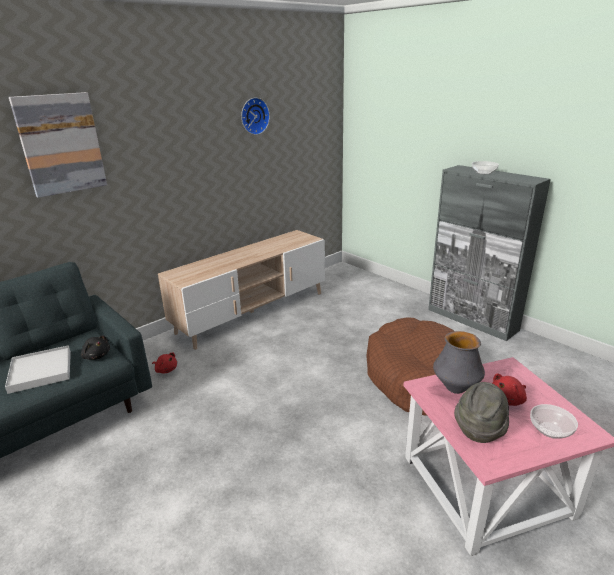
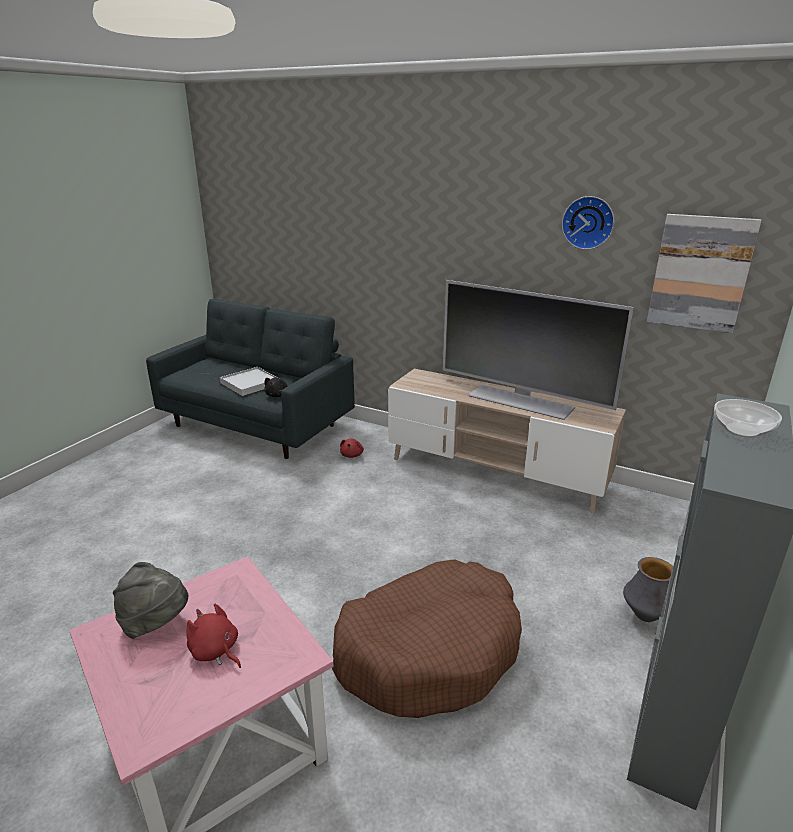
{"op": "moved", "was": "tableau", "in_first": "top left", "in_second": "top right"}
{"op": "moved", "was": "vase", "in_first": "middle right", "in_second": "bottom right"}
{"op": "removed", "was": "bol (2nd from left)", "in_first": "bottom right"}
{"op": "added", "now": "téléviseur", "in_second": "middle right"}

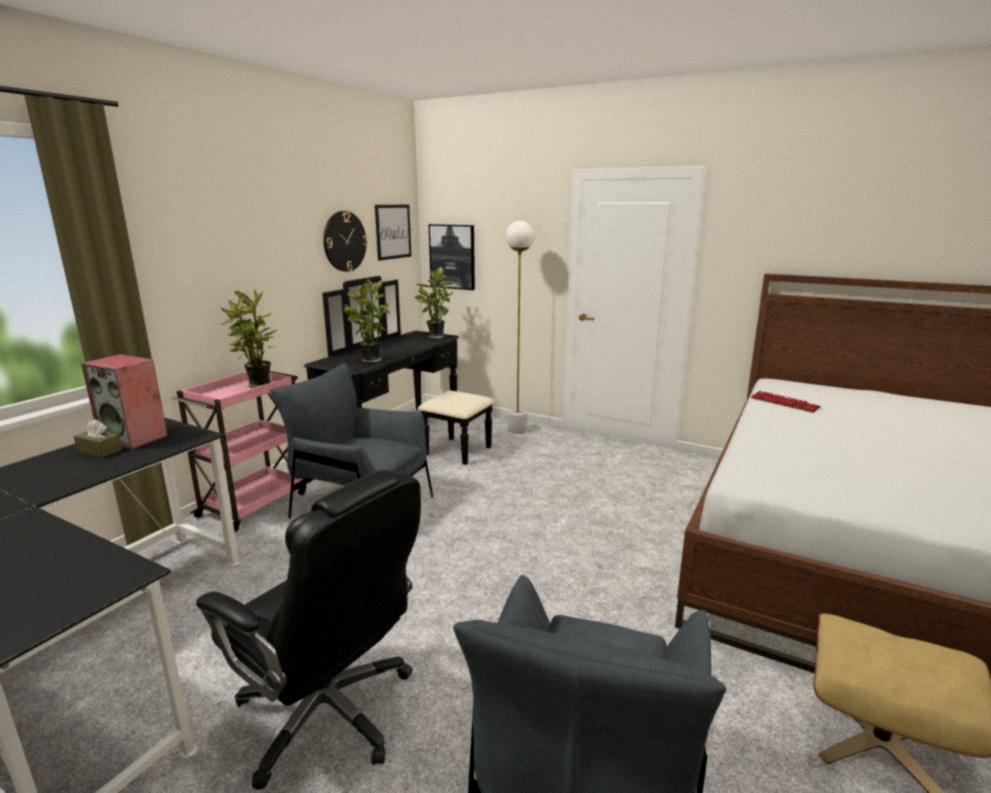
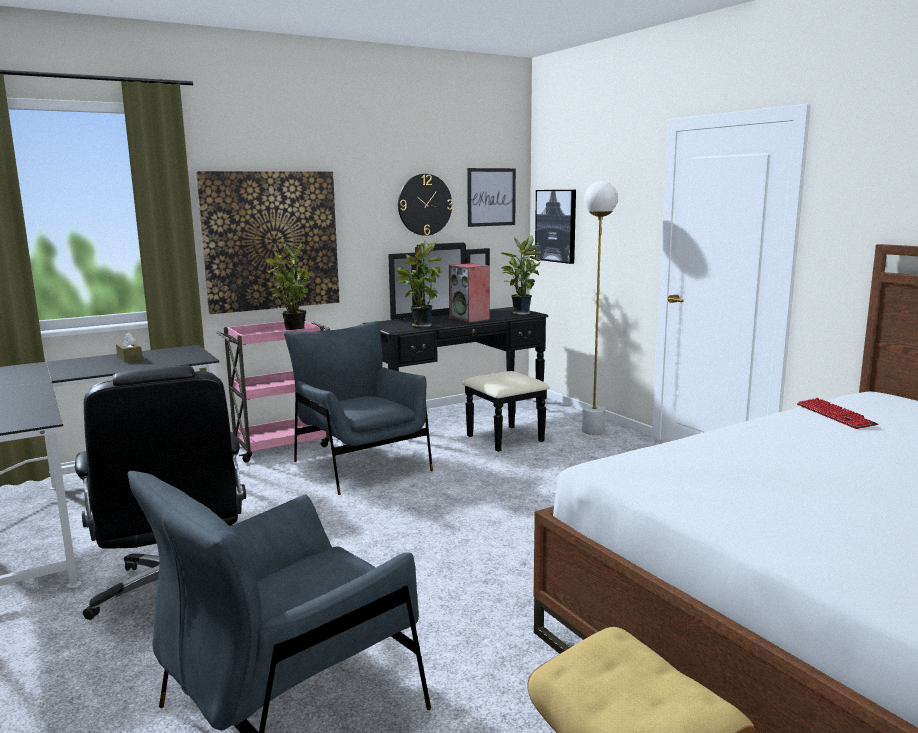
{"op": "moved", "was": "enceinte", "in_first": "middle left", "in_second": "centre"}
{"op": "added", "now": "tableau (1st from left)", "in_second": "top left"}

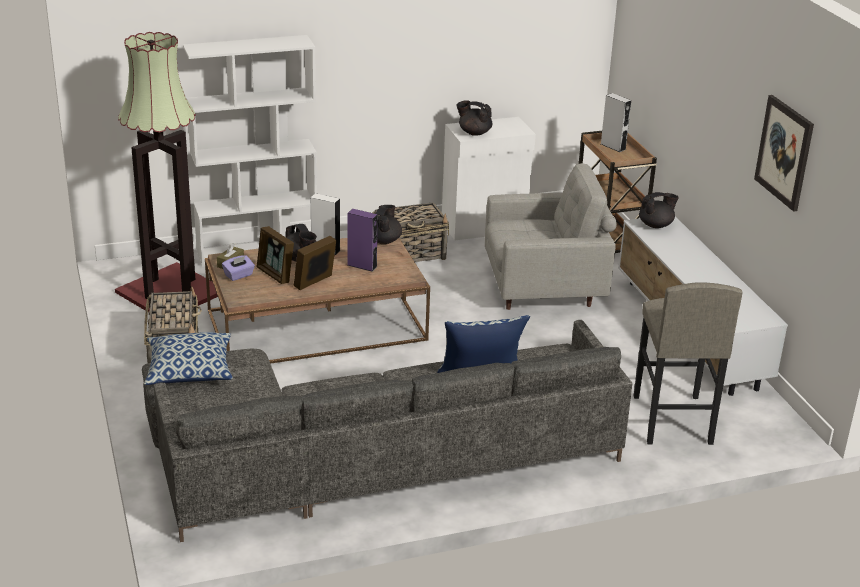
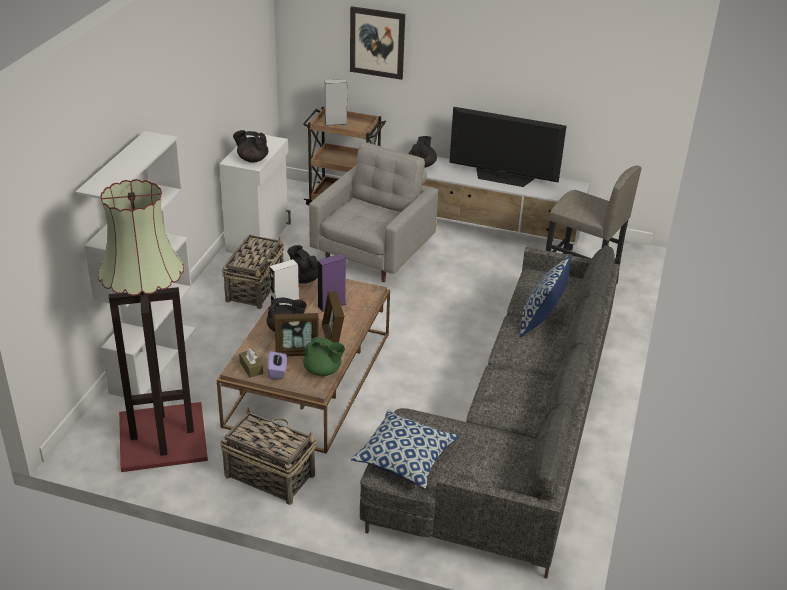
{"op": "turned", "was": "théière (noir) (3rd from left in the first image)", "in_first": "top centre", "in_second": "top left", "clockwise": 45}
{"op": "moved", "was": "tableau", "in_first": "top right", "in_second": "top centre"}
{"op": "added", "now": "théière (vert)", "in_second": "centre"}
{"op": "added", "now": "téléviseur", "in_second": "top centre"}

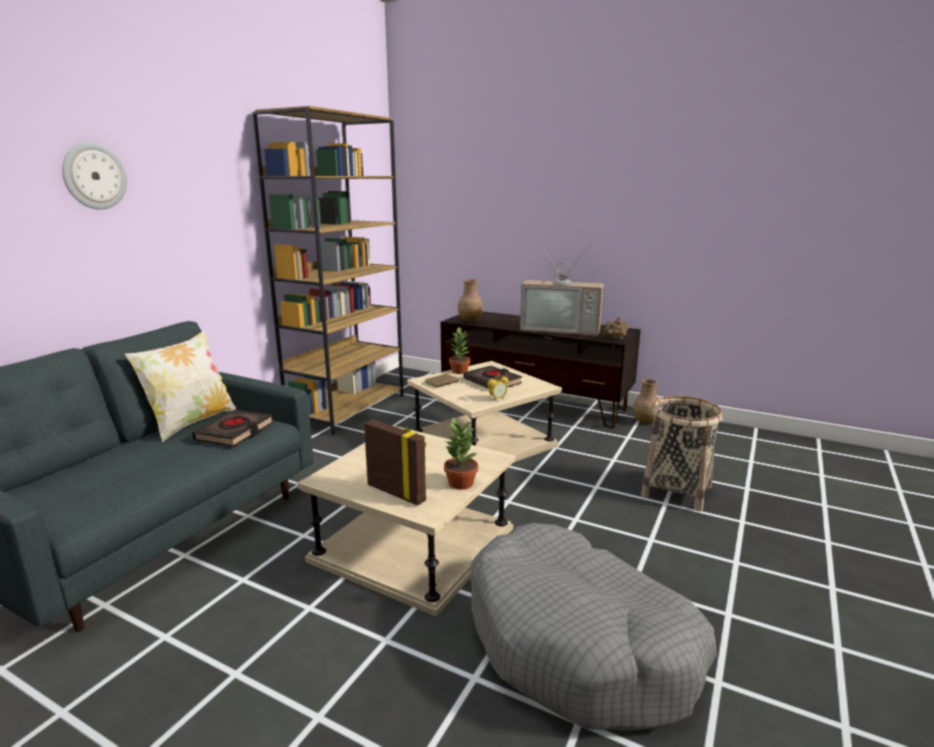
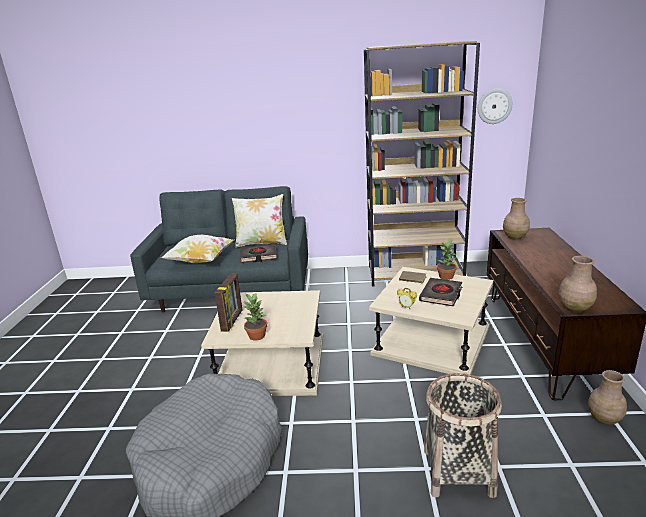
{"op": "moved", "was": "horloge murale", "in_first": "top left", "in_second": "top right"}
{"op": "removed", "was": "téléviseur", "in_first": "centre"}
{"op": "replaced", "was": "théière (marron)", "now": "vase (marron) (2nd from left)", "in_first": "centre", "in_second": "middle right"}
{"op": "added", "now": "coussin (1st from left)", "in_second": "middle left"}

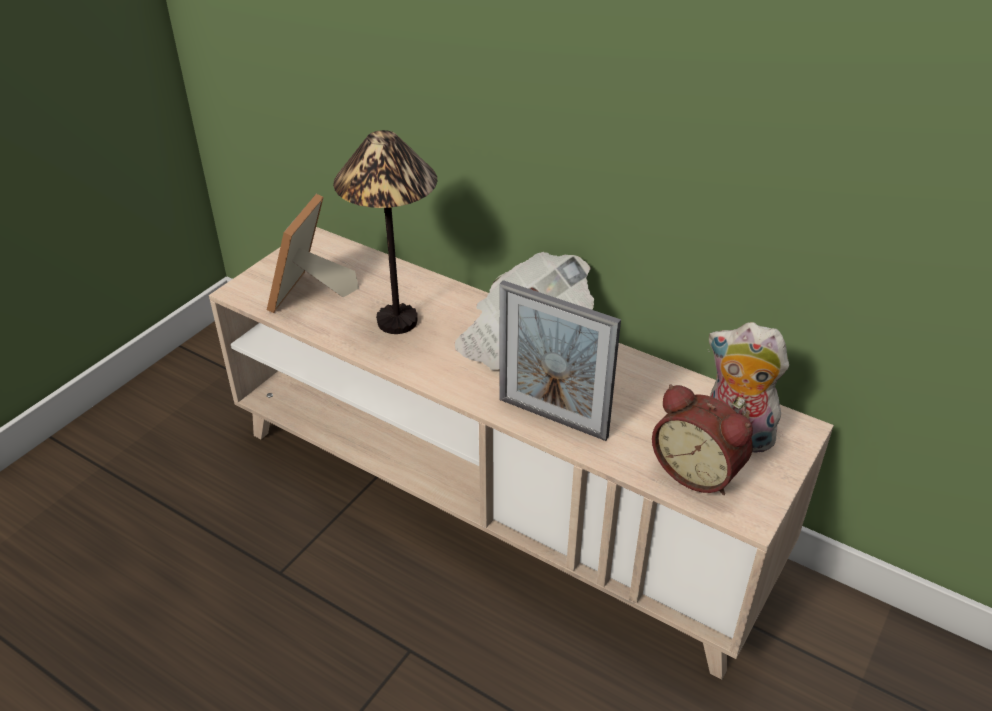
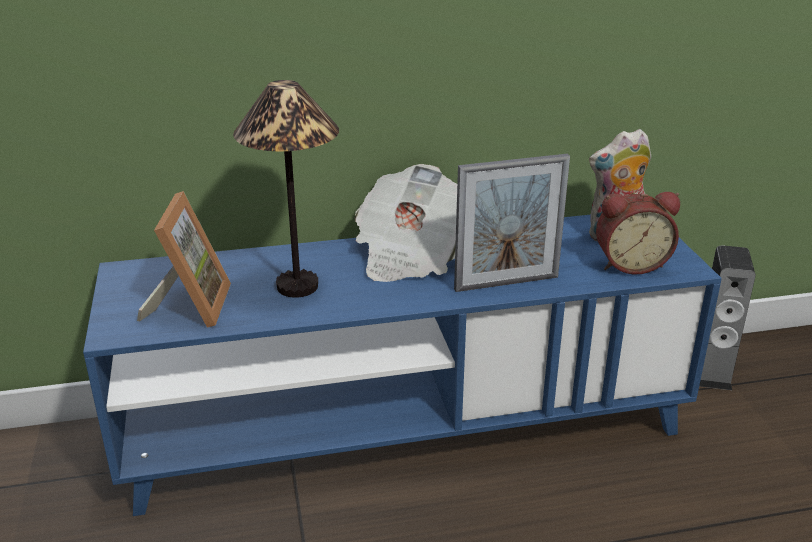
{"op": "recoloured", "was": "meuble télé (beige)", "now": "meuble télé (bleu)", "in_first": "centre", "in_second": "bottom centre"}
{"op": "turned", "was": "cadre photo (1st from left)", "in_first": "middle left", "in_second": "middle left", "clockwise": -150}
{"op": "added", "now": "enceinte", "in_second": "middle right"}

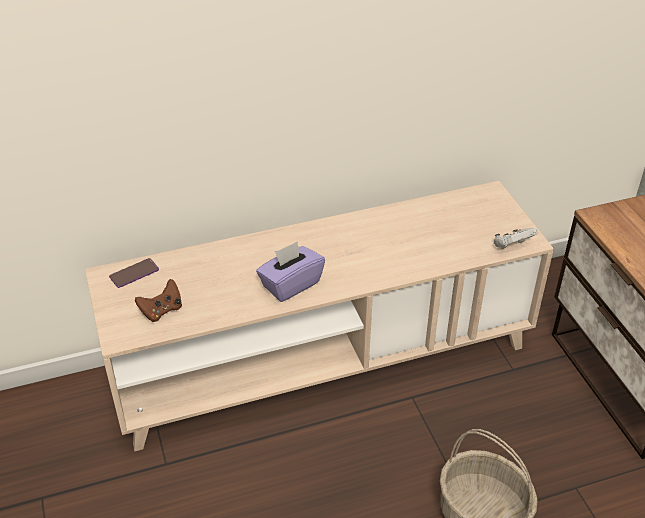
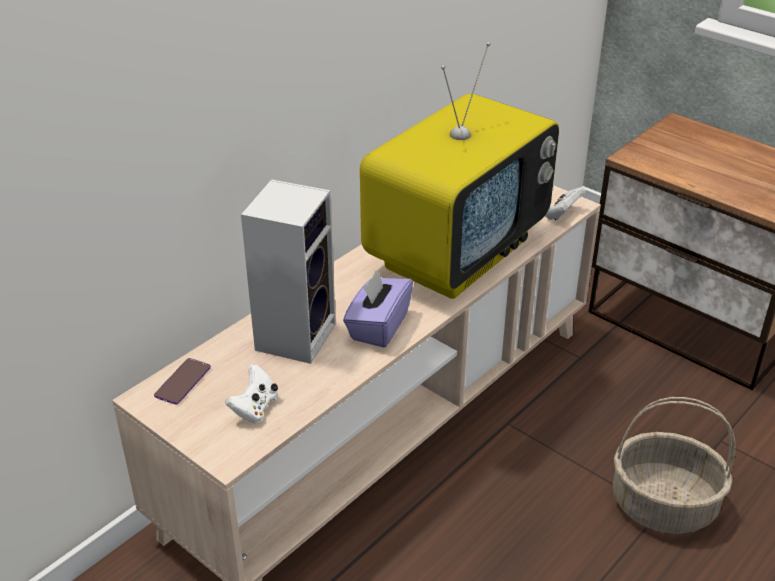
{"op": "recoloured", "was": "manette (marron)", "now": "manette (blanc) (1st from left)", "in_first": "middle left", "in_second": "bottom left"}
{"op": "added", "now": "enceinte", "in_second": "centre"}
{"op": "added", "now": "téléviseur", "in_second": "top centre"}

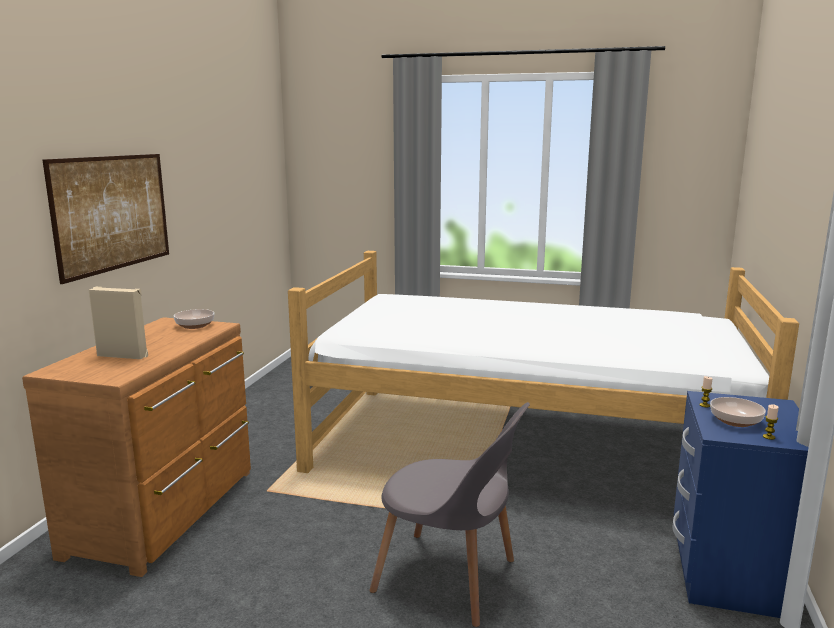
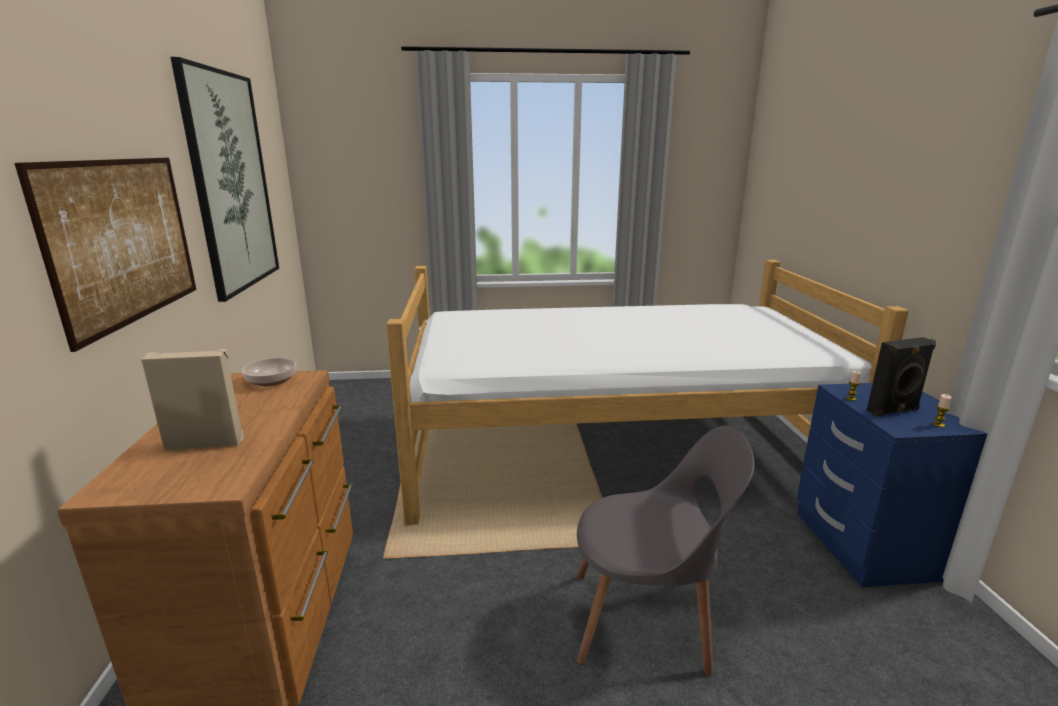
{"op": "replaced", "was": "bol (2nd from left)", "now": "enceinte (noir)", "in_first": "middle right", "in_second": "middle right"}
{"op": "added", "now": "tableau (2nd from left)", "in_second": "top left"}

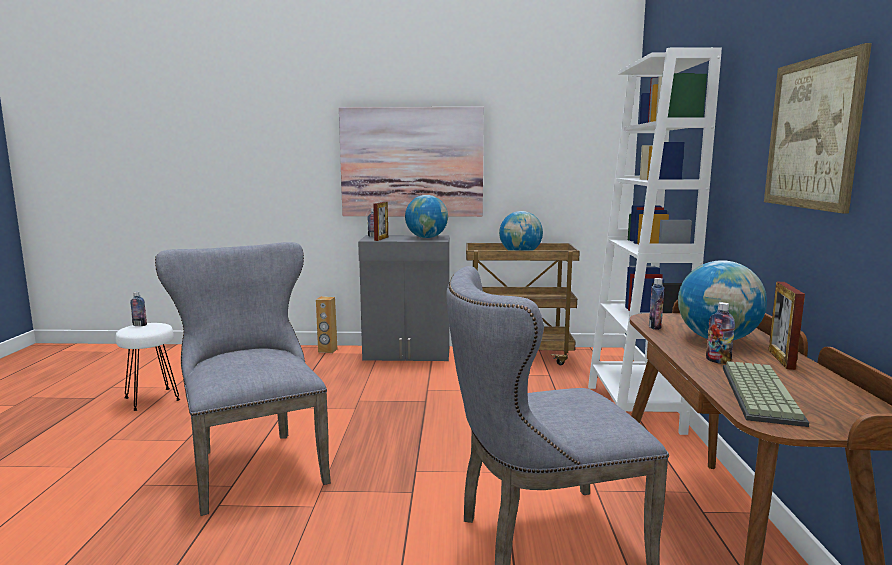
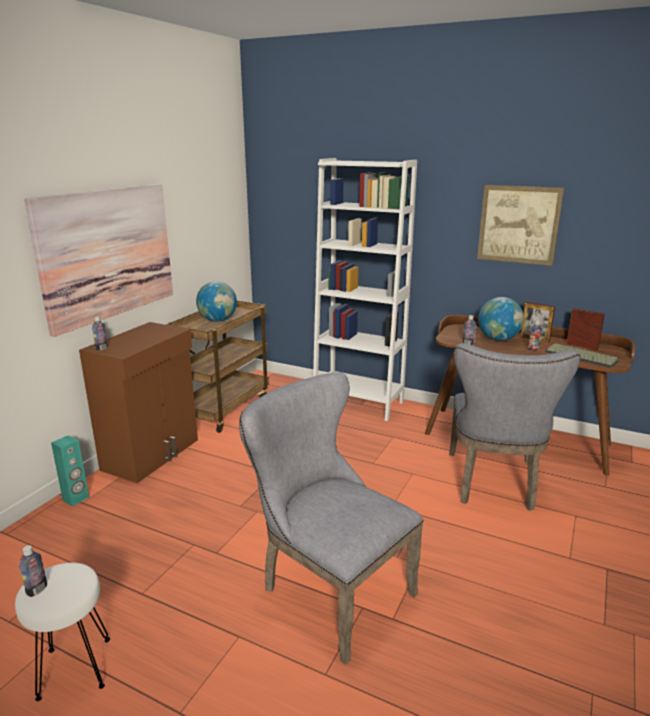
{"op": "turned", "was": "chaise (gris) (1st from left)", "in_first": "bottom left", "in_second": "bottom centre", "clockwise": 45}
{"op": "recoloured", "was": "enceinte (marron)", "now": "enceinte (turquoise)", "in_first": "centre", "in_second": "middle left"}
{"op": "recoloured", "was": "meuble de rangement (gris)", "now": "meuble de rangement (marron)", "in_first": "centre", "in_second": "middle left"}
{"op": "moved", "was": "cadre photo (1st from left in the first image)", "now": "cadre photo (2nd from left)", "in_first": "centre", "in_second": "middle right"}
{"op": "removed", "was": "globe (1st from left)", "in_first": "centre"}

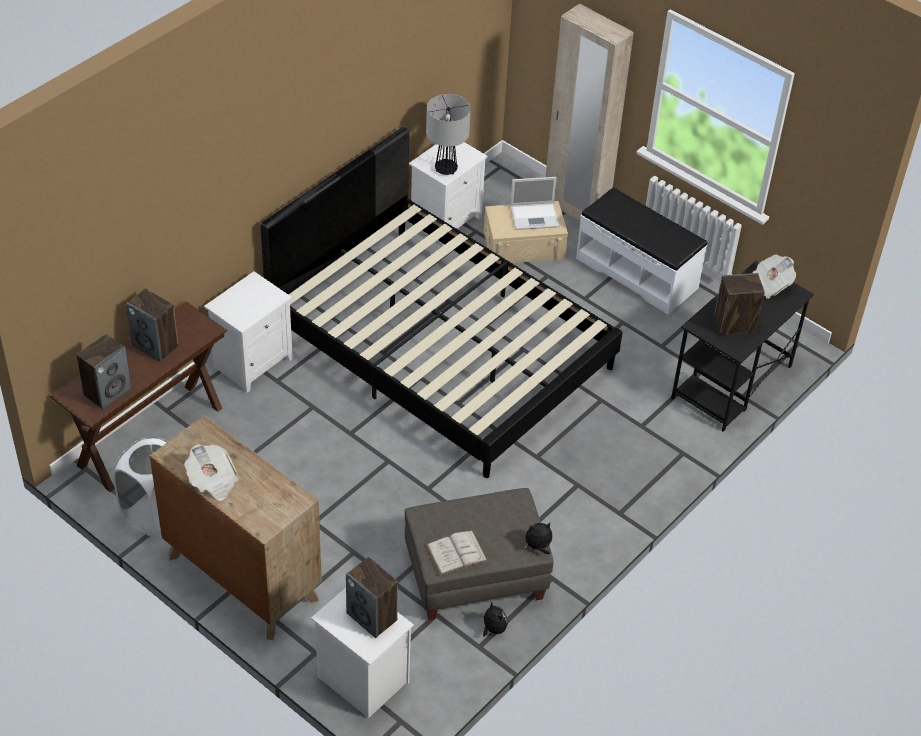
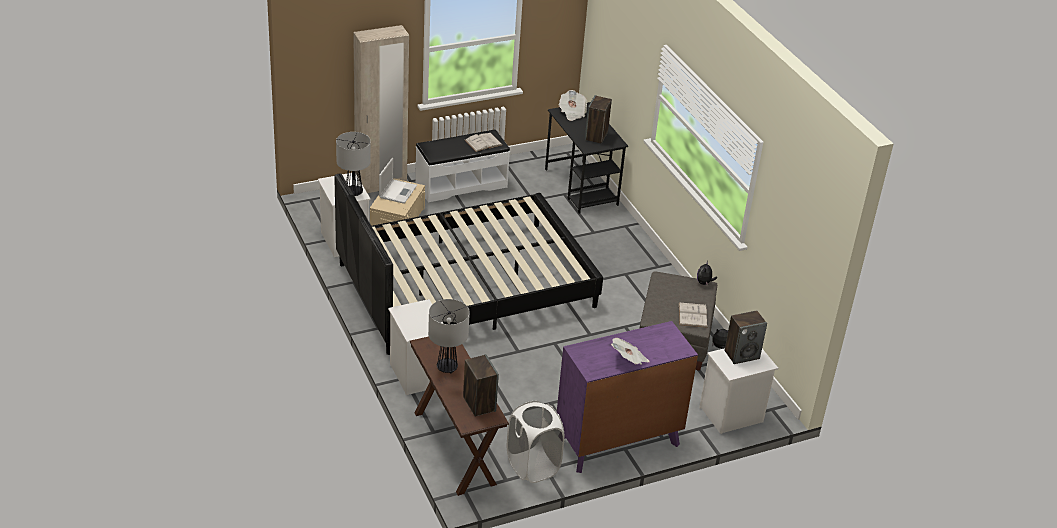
{"op": "replaced", "was": "enceinte (2nd from left)", "now": "lampe de table (2nd from left)", "in_first": "middle left", "in_second": "centre"}
{"op": "recoloured", "was": "commode (marron)", "now": "commode (violet)", "in_first": "bottom left", "in_second": "bottom centre"}
{"op": "added", "now": "livre (blanc) (1st from left)", "in_second": "top centre"}

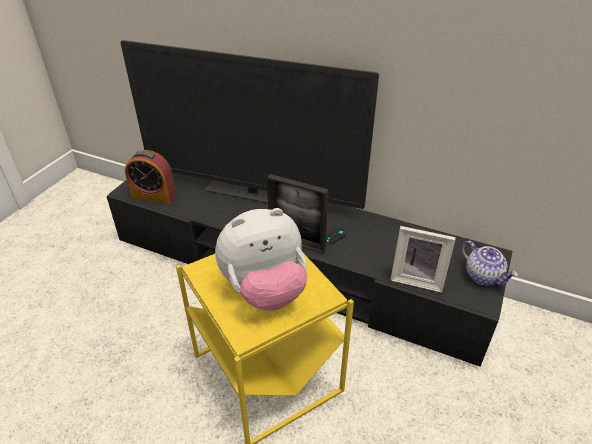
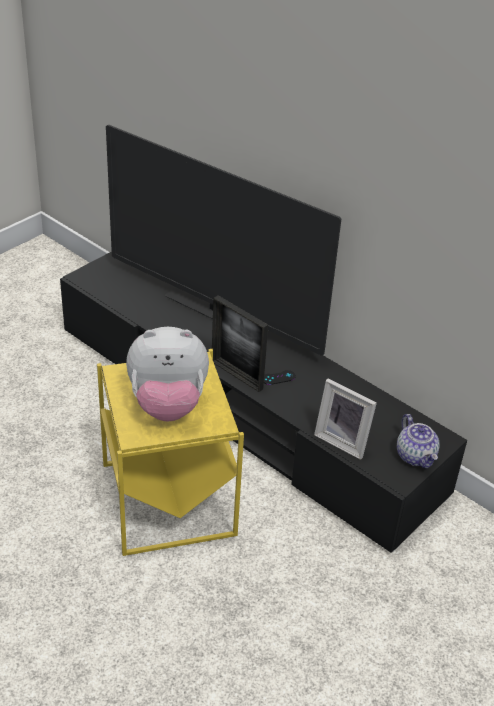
{"op": "removed", "was": "réveil", "in_first": "middle left"}

